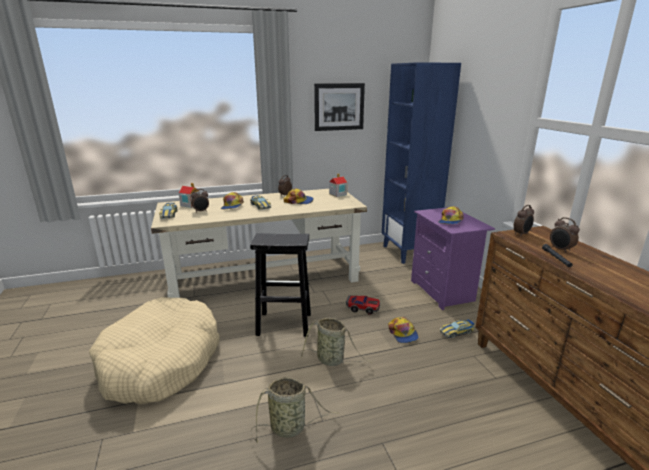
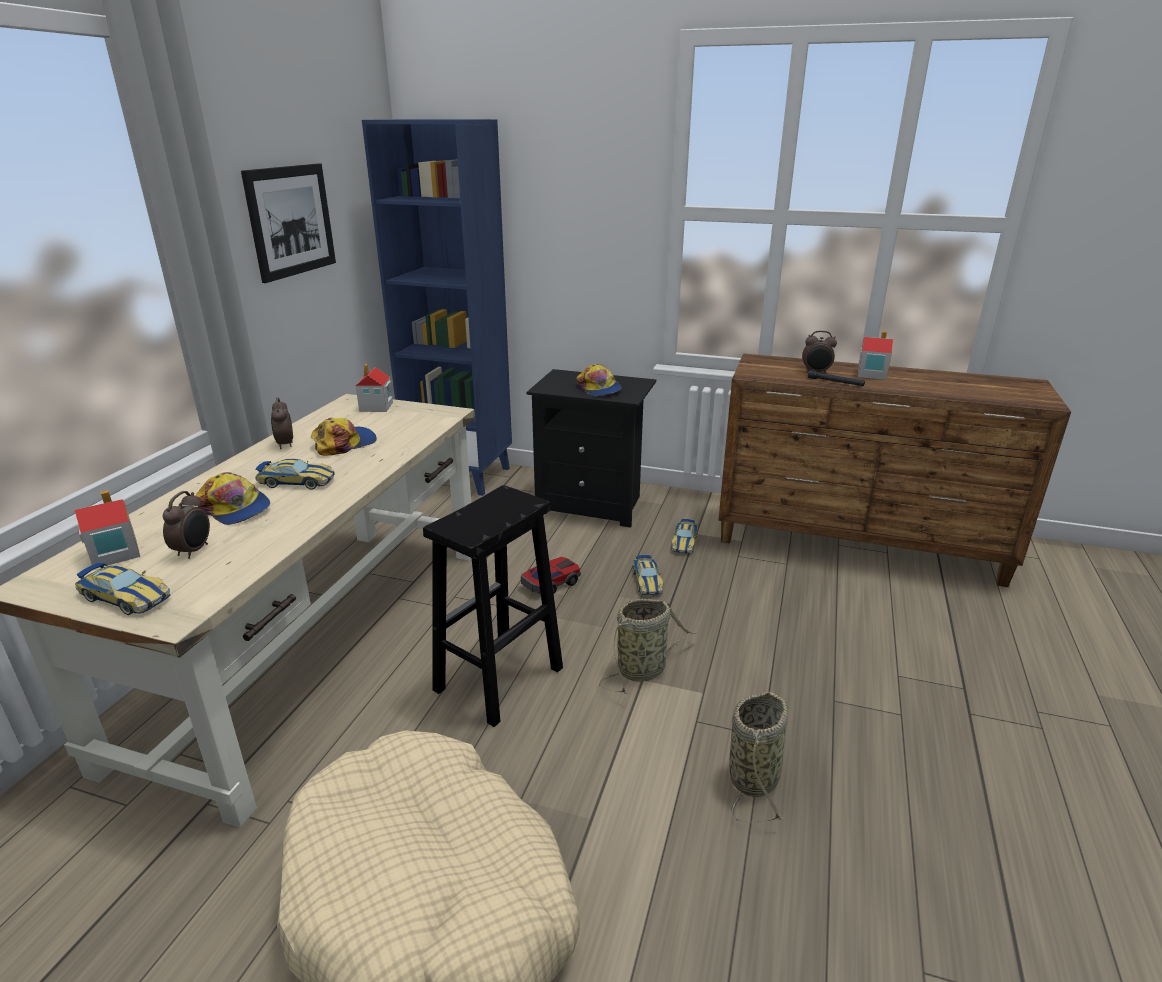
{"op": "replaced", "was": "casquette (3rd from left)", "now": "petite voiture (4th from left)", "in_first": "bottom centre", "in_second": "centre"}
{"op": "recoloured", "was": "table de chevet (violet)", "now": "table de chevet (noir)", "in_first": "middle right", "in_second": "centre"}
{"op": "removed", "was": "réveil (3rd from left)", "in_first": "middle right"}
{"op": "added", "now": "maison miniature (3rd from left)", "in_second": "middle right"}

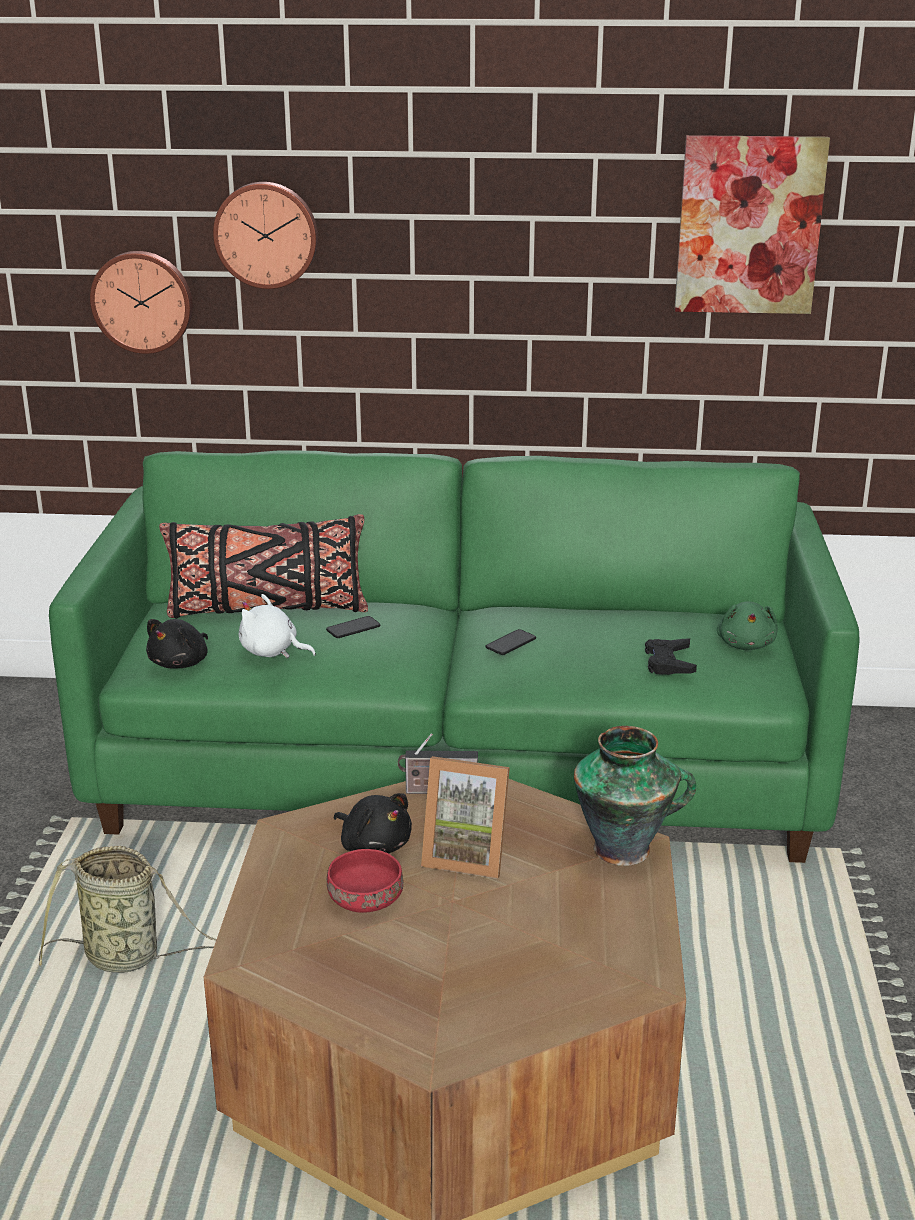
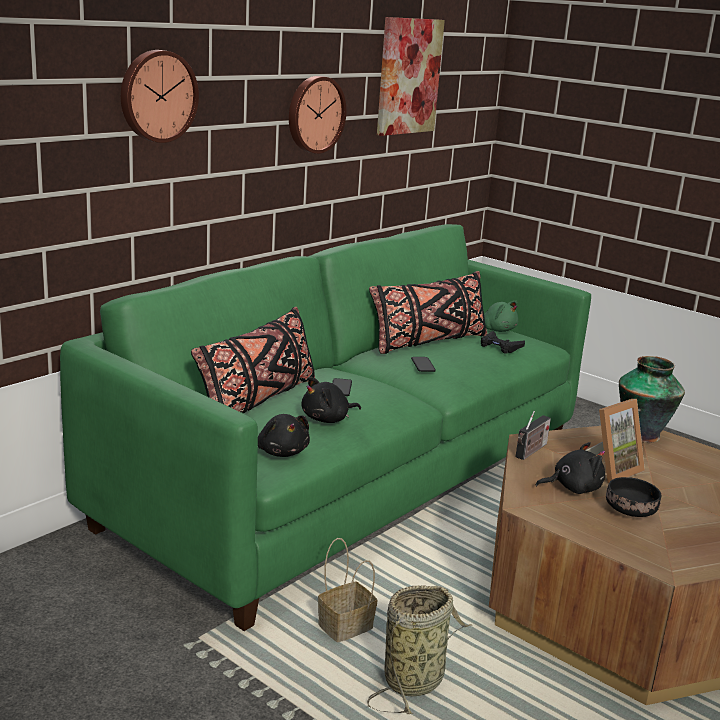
{"op": "moved", "was": "horloge murale (1st from left in the first image)", "now": "horloge murale (2nd from left)", "in_first": "top left", "in_second": "top centre"}
{"op": "recoloured", "was": "peluche (blanc)", "now": "peluche (noir) (2nd from left)", "in_first": "middle left", "in_second": "centre"}
{"op": "recoloured", "was": "bol (rouge)", "now": "bol (noir)", "in_first": "bottom centre", "in_second": "bottom right"}
{"op": "added", "now": "panier (1st from left)", "in_second": "bottom centre"}
{"op": "added", "now": "coussin (noir) (2nd from left)", "in_second": "centre"}

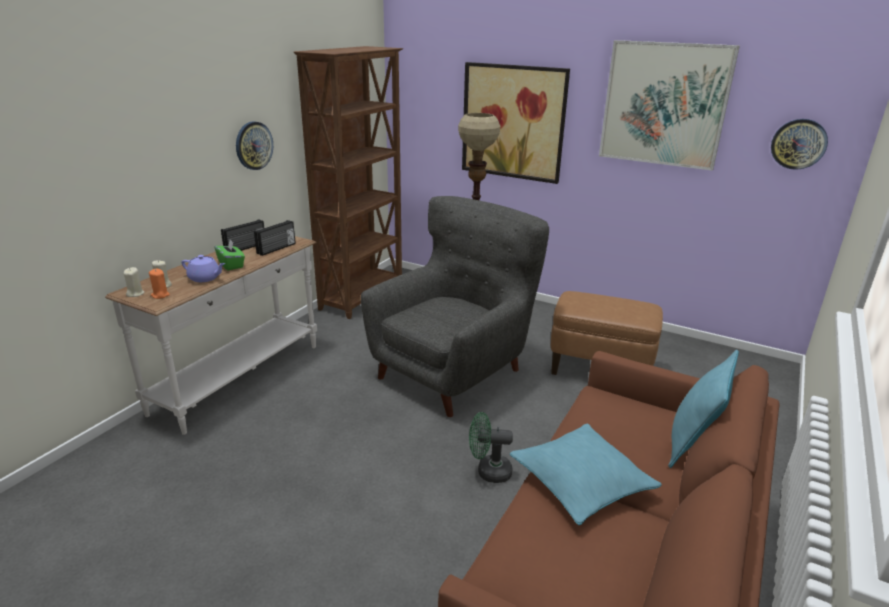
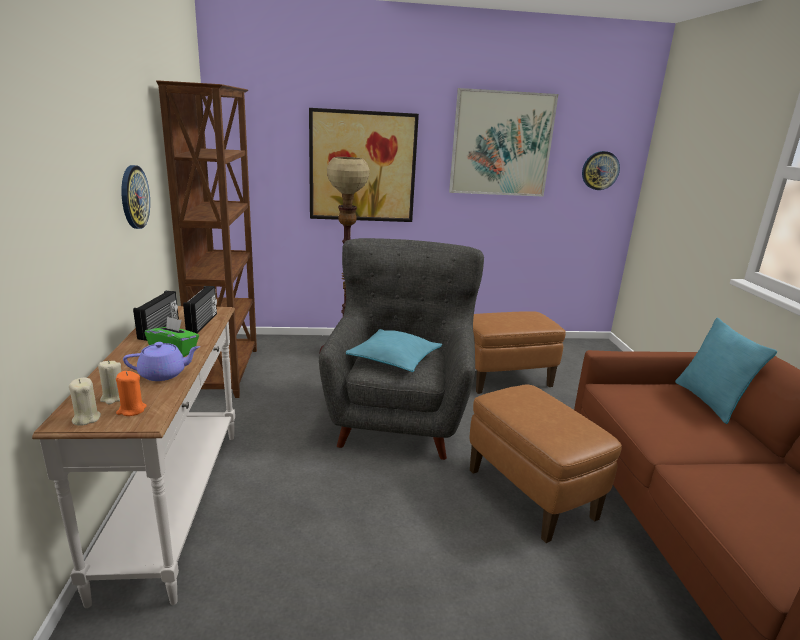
{"op": "replaced", "was": "ventilateur (vert)", "now": "pouf (marron) (2nd from left)", "in_first": "bottom centre", "in_second": "bottom right"}
{"op": "moved", "was": "coussin (turquoise) (1st from left)", "in_first": "bottom centre", "in_second": "centre"}

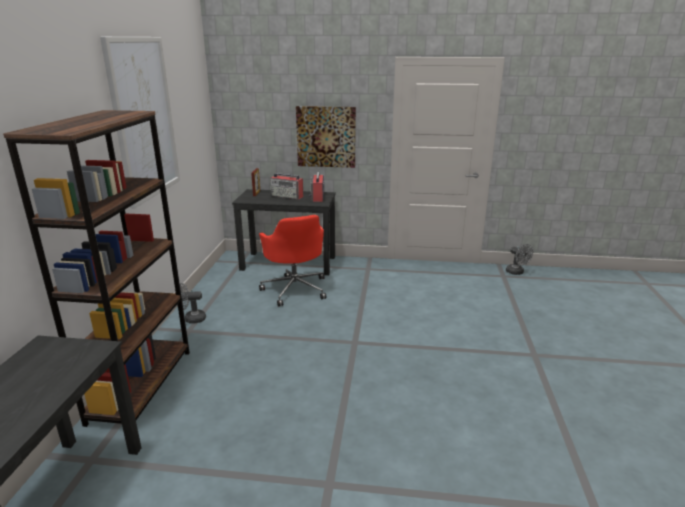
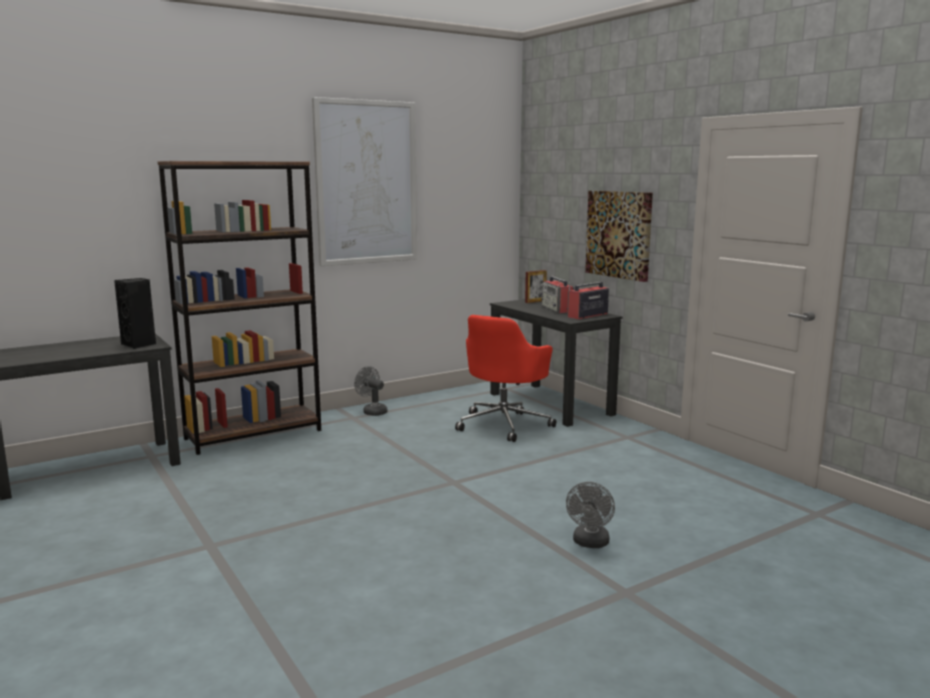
{"op": "moved", "was": "ventilateur (gris) (2nd from left)", "in_first": "middle right", "in_second": "bottom centre"}
{"op": "added", "now": "enceinte (noir)", "in_second": "middle left"}

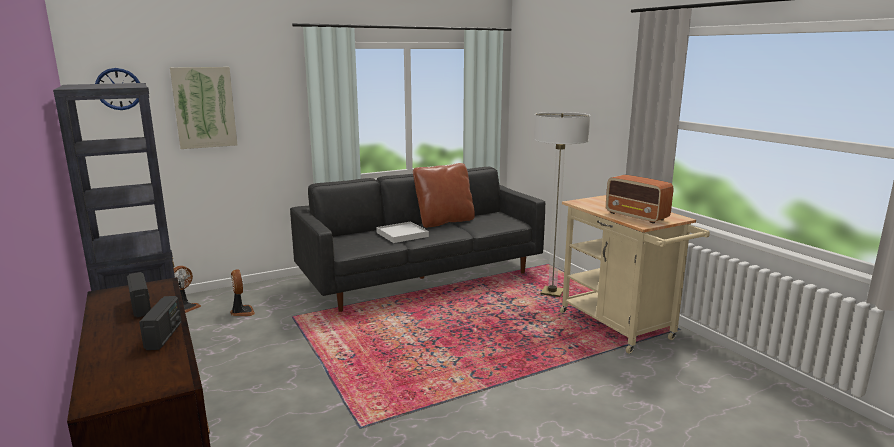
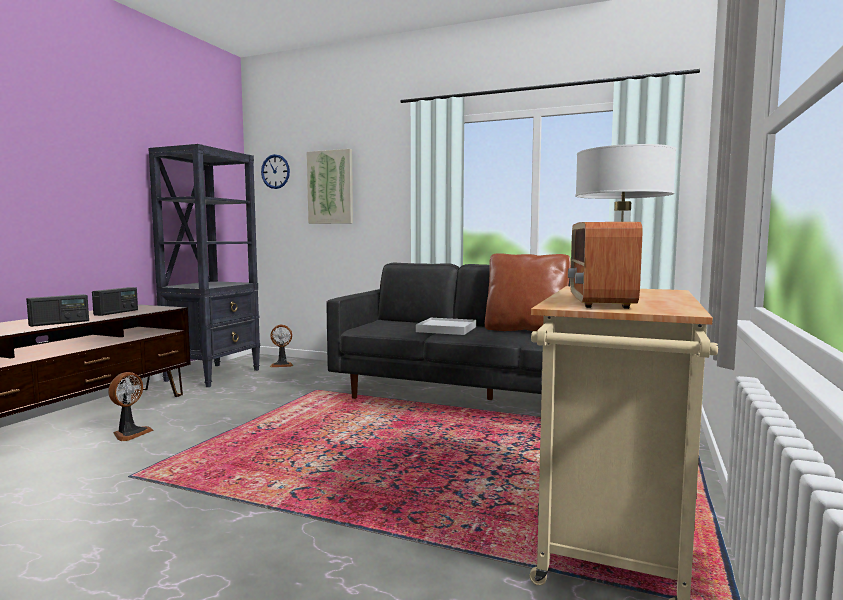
{"op": "moved", "was": "ventilateur (2nd from left in the first image)", "now": "ventilateur (1st from left)", "in_first": "middle left", "in_second": "bottom left"}

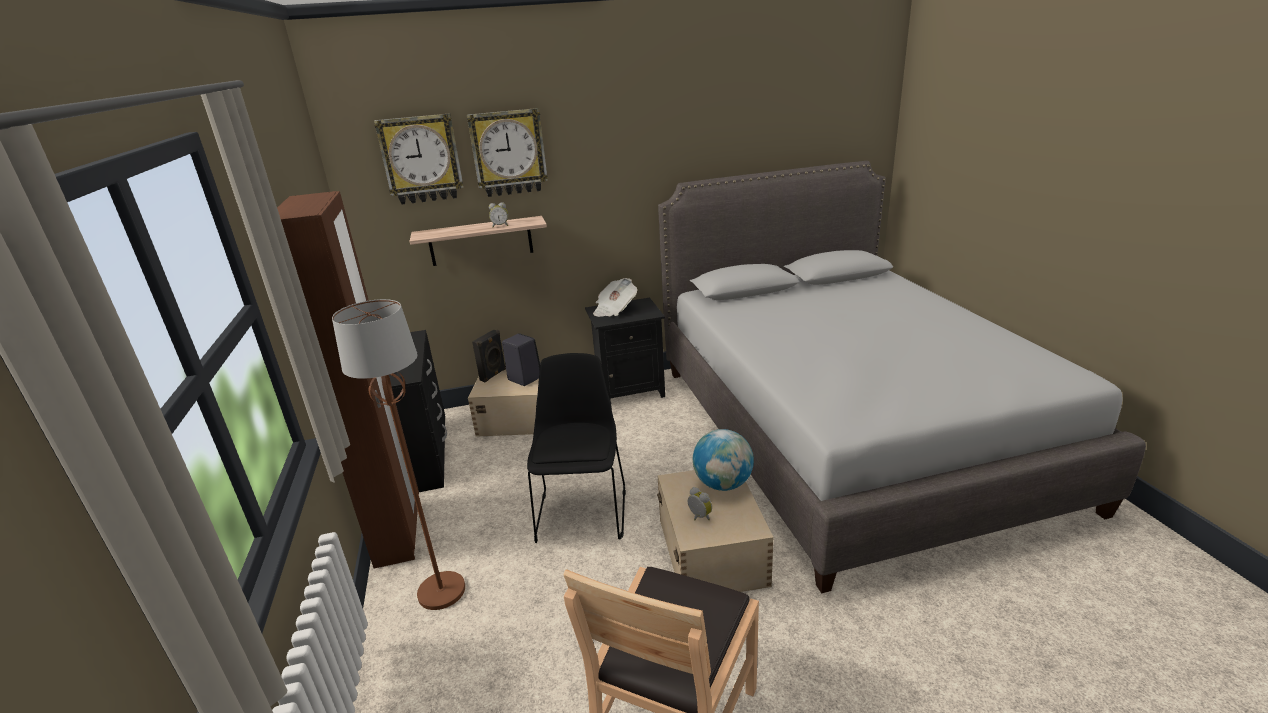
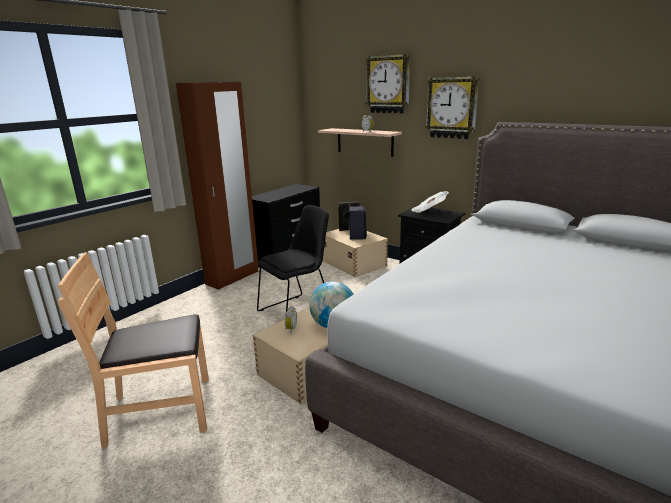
{"op": "removed", "was": "lampadaire (marron)", "in_first": "middle left"}
{"op": "moved", "was": "horloge murale (1st from left in the first image)", "now": "horloge murale (2nd from left)", "in_first": "top left", "in_second": "top right"}

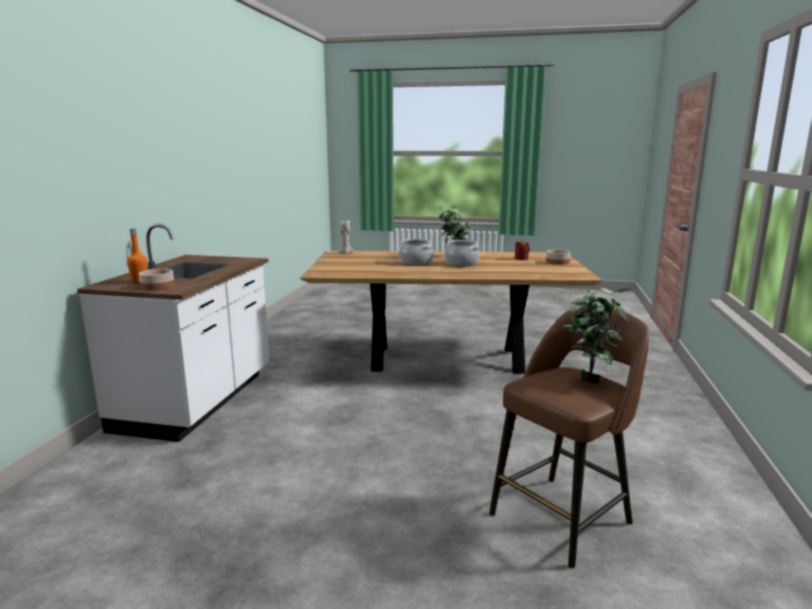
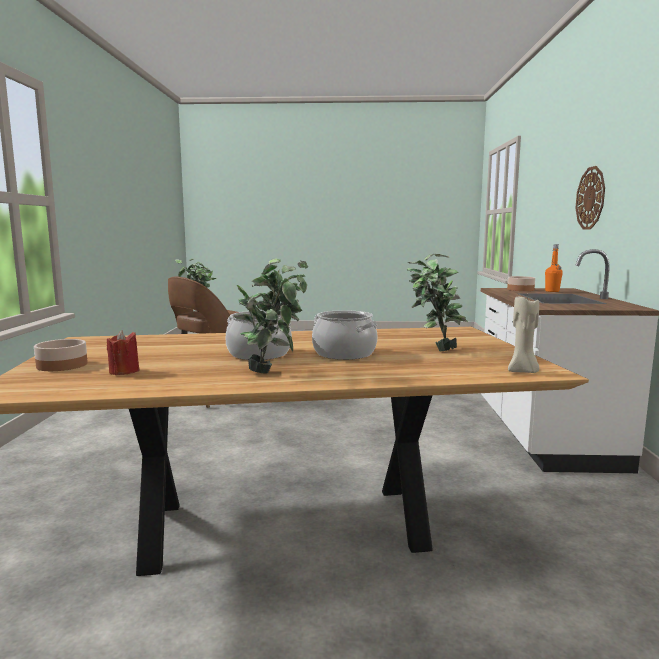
{"op": "added", "now": "plante en pot (3rd from left)", "in_second": "centre"}
{"op": "added", "now": "horloge murale", "in_second": "top right"}

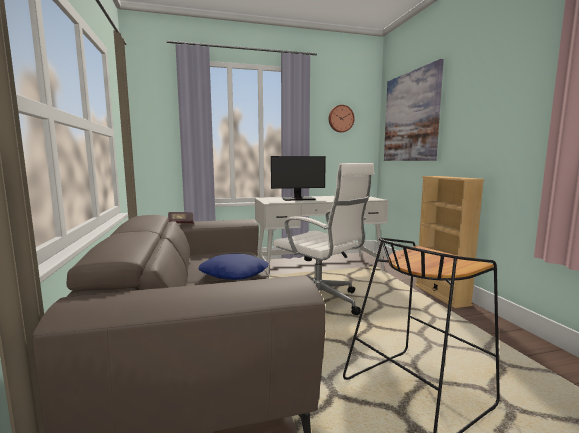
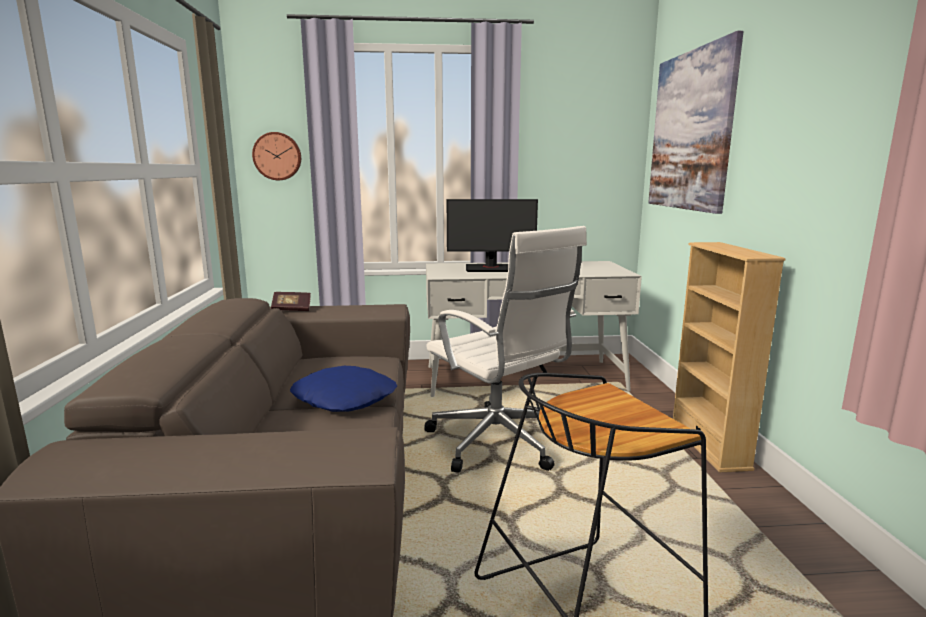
{"op": "moved", "was": "horloge murale", "in_first": "top centre", "in_second": "top left"}

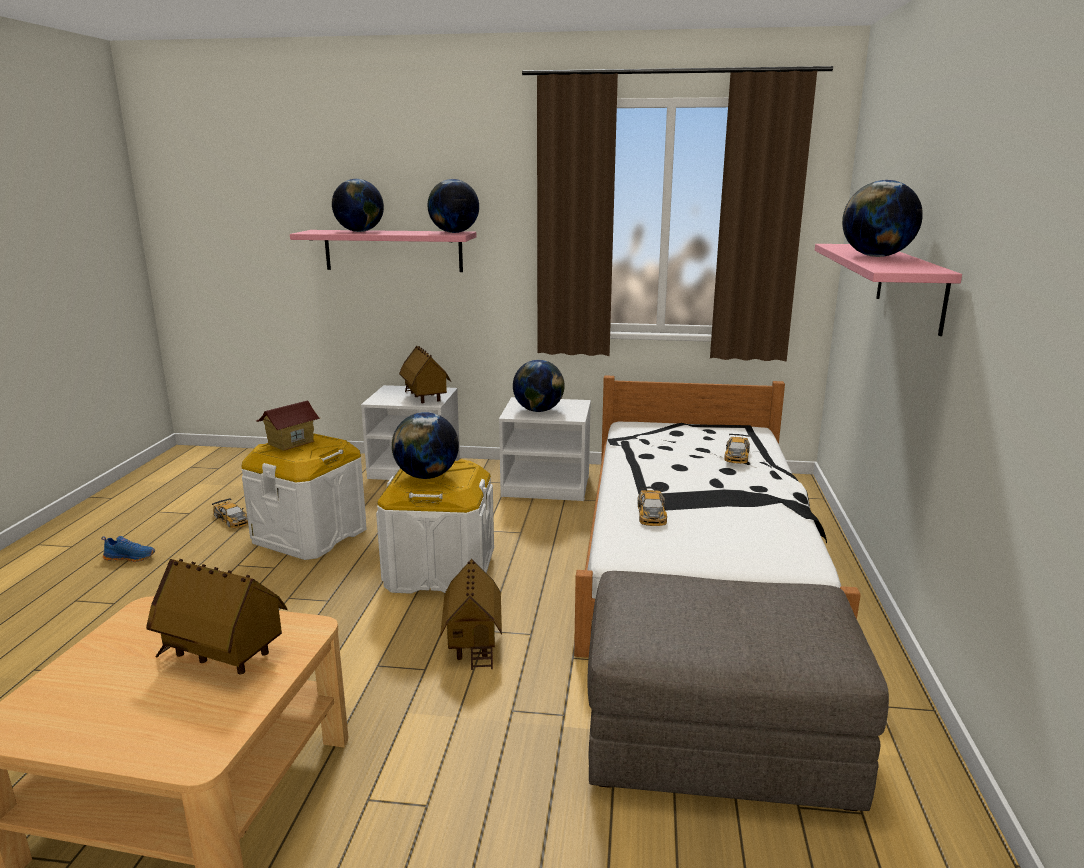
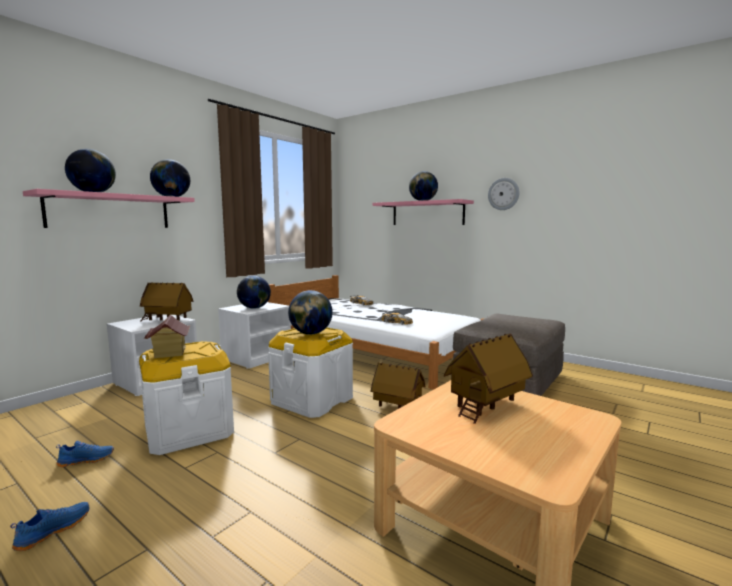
{"op": "replaced", "was": "petite voiture (1st from left)", "now": "chaussure (bleu) (2nd from left)", "in_first": "middle left", "in_second": "bottom left"}
{"op": "added", "now": "horloge murale", "in_second": "top right"}

